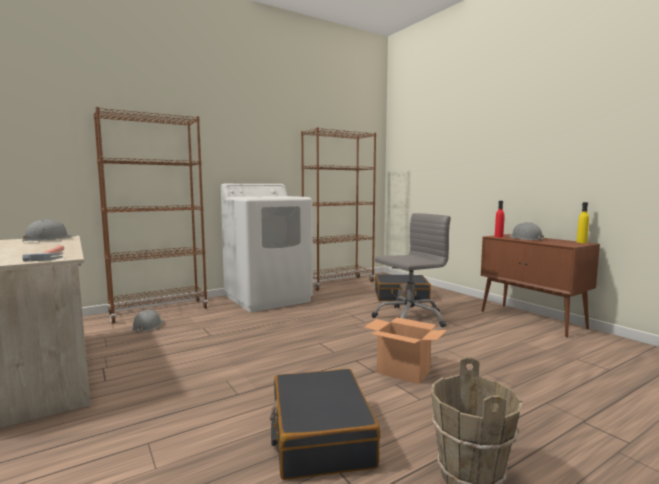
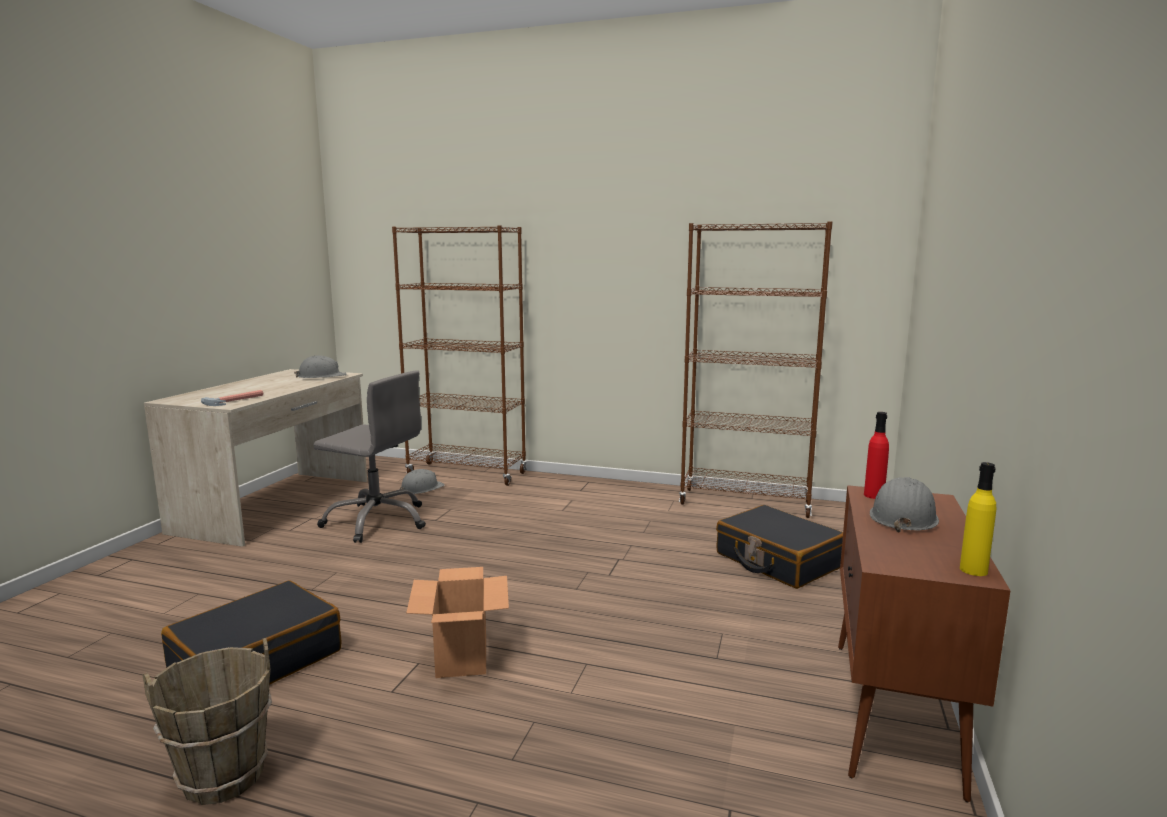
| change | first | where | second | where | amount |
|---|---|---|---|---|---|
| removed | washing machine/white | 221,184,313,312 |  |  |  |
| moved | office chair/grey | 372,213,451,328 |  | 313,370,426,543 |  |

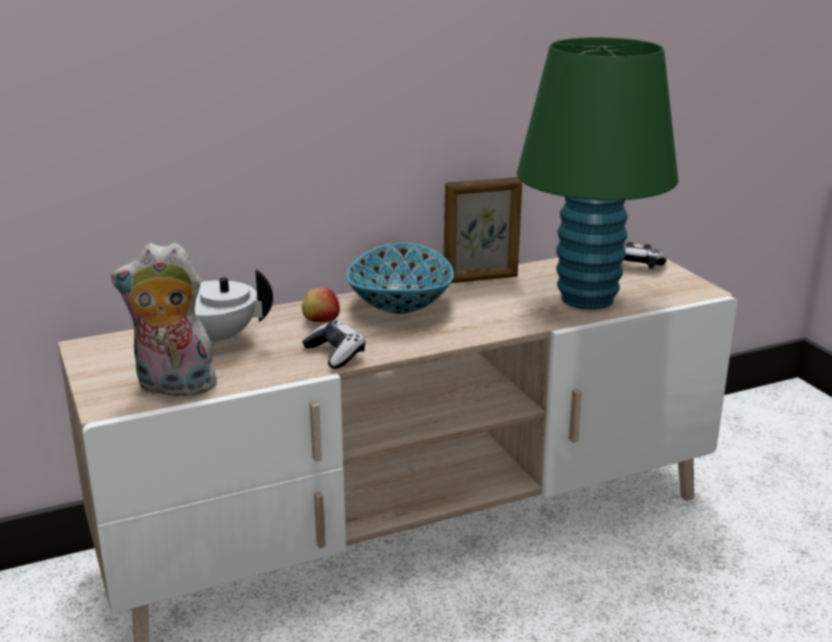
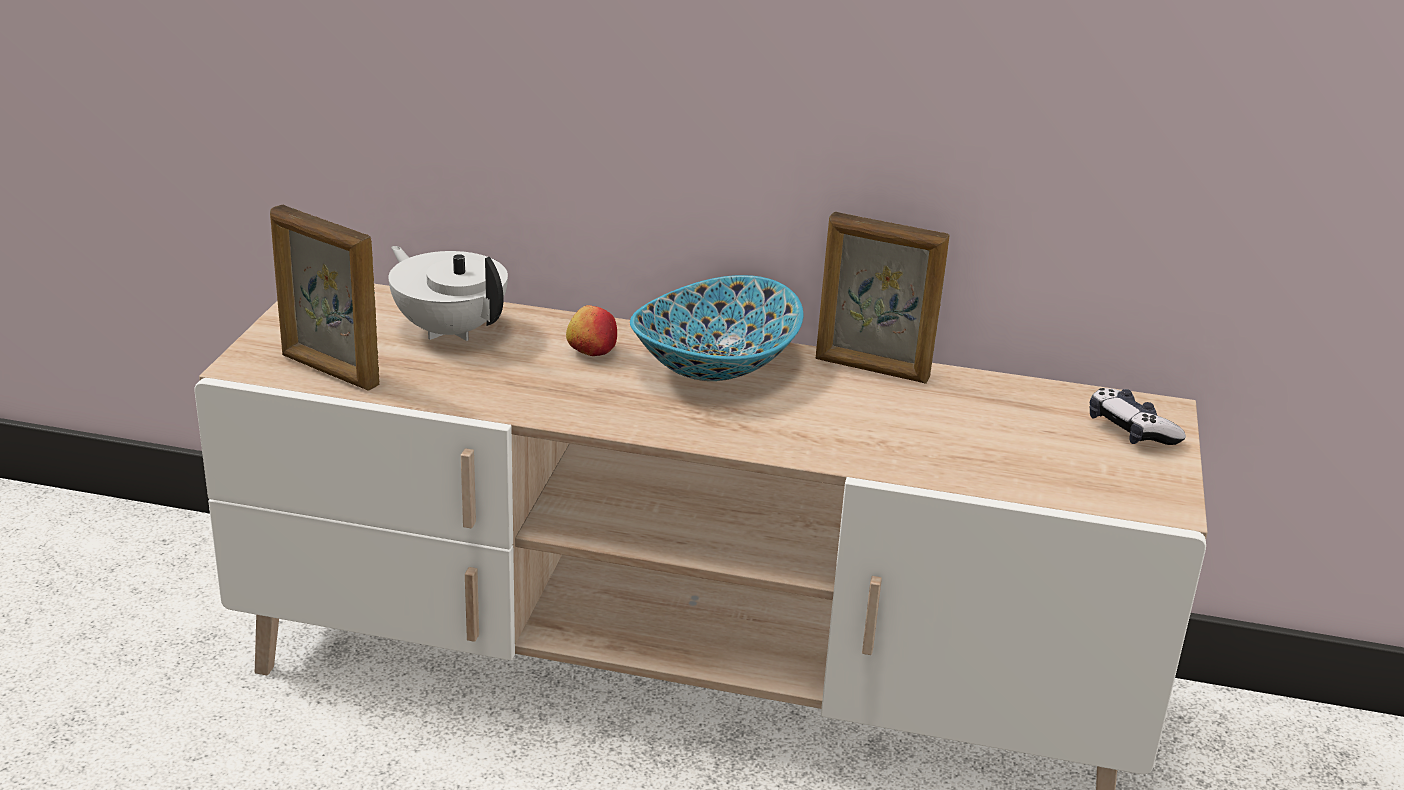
| change | first | where | second | where | amount |
|---|---|---|---|---|---|
| replaced | plush toy | 111,243,220,396 | picture frame | 270,205,379,391 |  |
| removed | game controller | 302,320,365,369 |  |  |  |
| removed | table lamp/green | 517,37,678,310 |  |  |  |

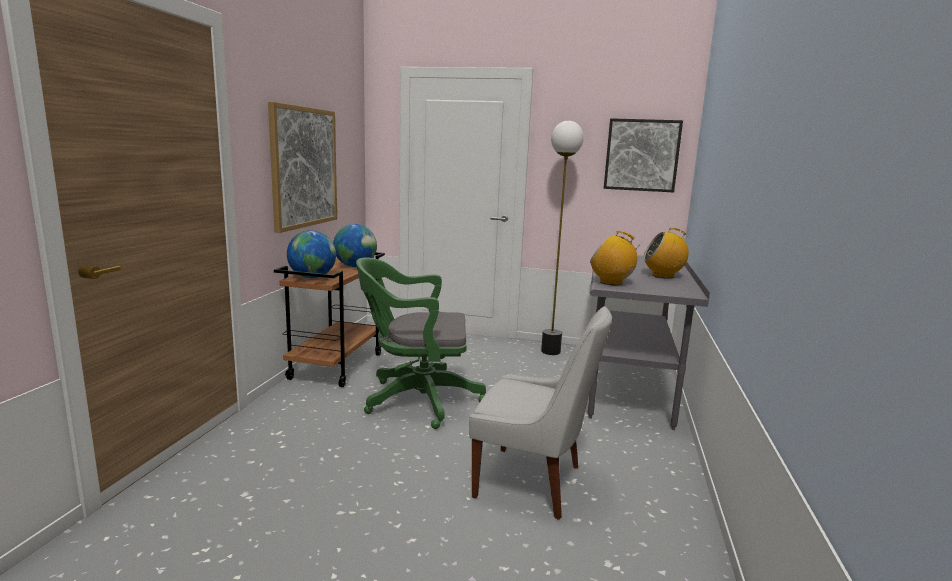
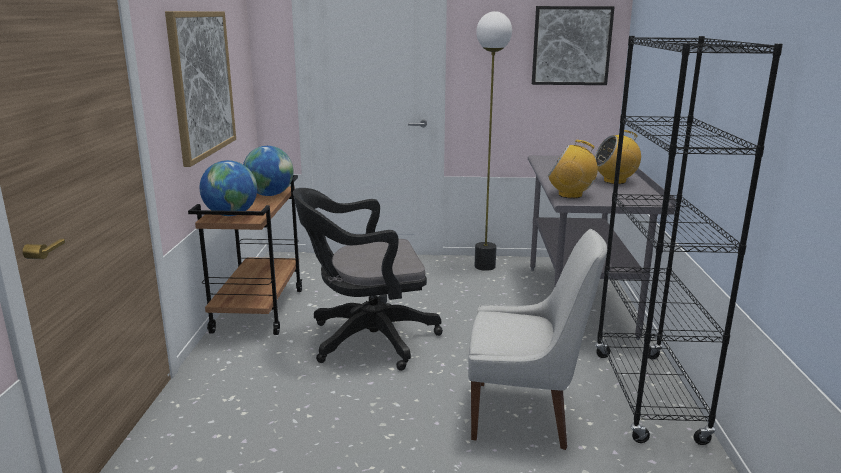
| change | first | where | second | where | amount |
|---|---|---|---|---|---|
| recoloured | office chair/green | 356,257,486,429 | office chair/black | 293,188,443,371 |  |
| added |  |  | bookcase/black | 595,36,783,445 |  |

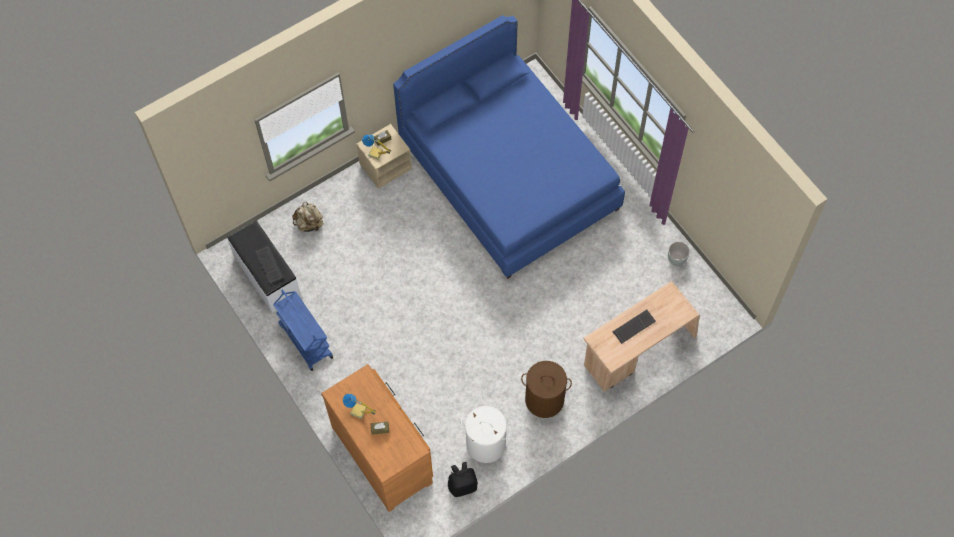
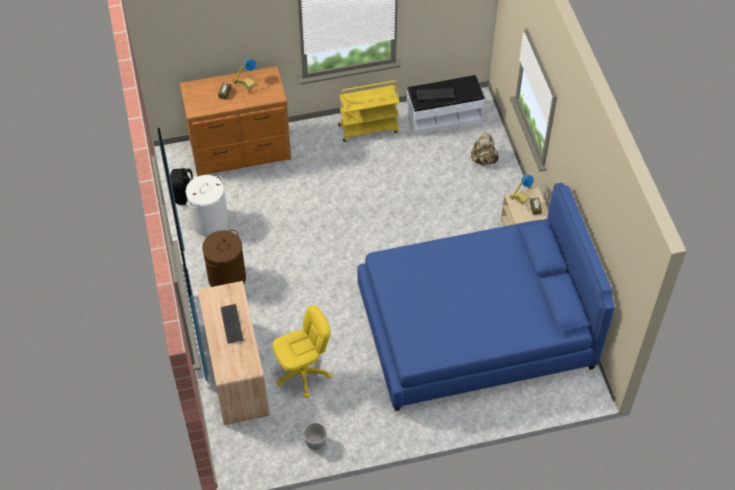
| change | first | where | second | where | amount |
|---|---|---|---|---|---|
| recoloured | cart/blue | 273,289,333,371 | cart/yellow | 338,80,399,142 |  |
| added |  |  | office chair/yellow | 272,305,332,398 |  |

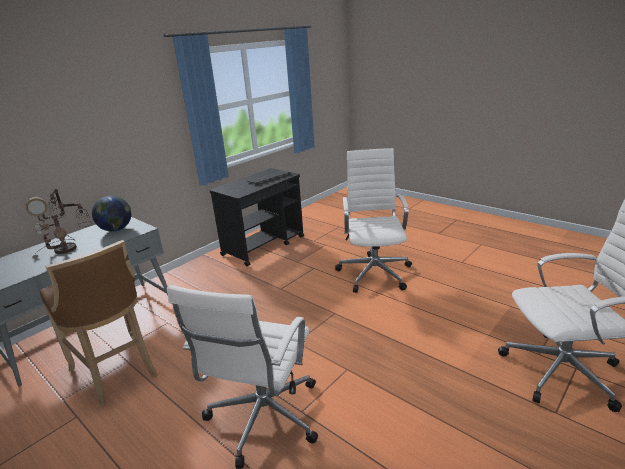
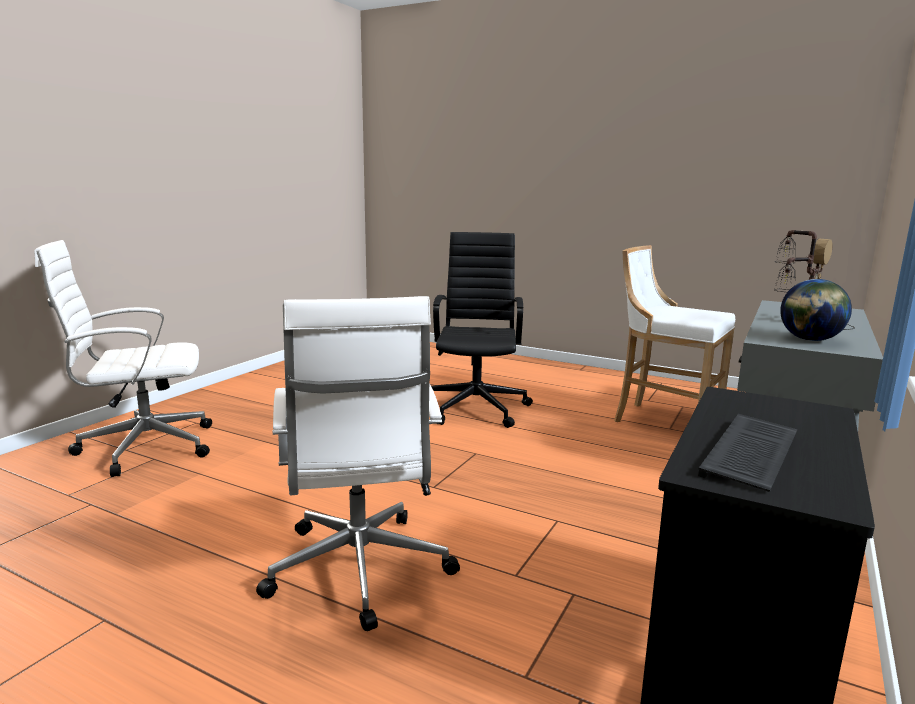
| change | first | where | second | where | amount |
|---|---|---|---|---|---|
| recoloured | stool/brown | 40,240,158,406 | stool/white | 614,245,735,422 |  |
| recoloured | office chair/white | 167,285,318,469 | office chair/black | 431,232,533,428 |  |

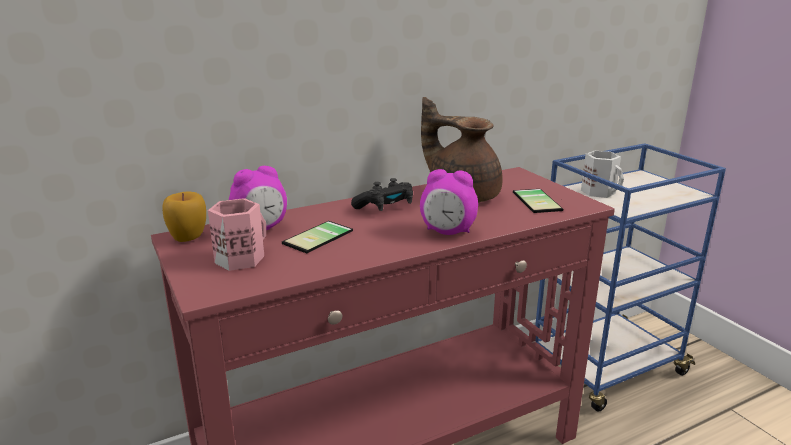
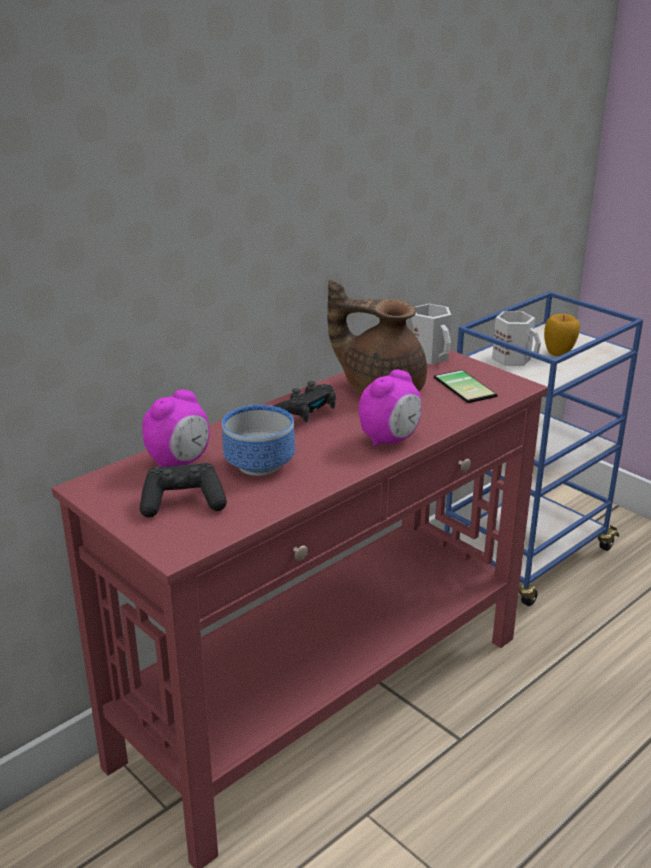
| change | first | where | second | where | amount |
|---|---|---|---|---|---|
| moved | apple | 162,192,206,242 |  | 544,314,580,356 |  |
| replaced | mug/pink | 208,198,266,271 | game controller/black | 140,462,227,518 |  |
| replaced | phone | 282,221,353,254 | bowl | 222,405,295,476 |  |
| turned | alarm clock | 420,169,478,235 |  | 359,370,422,447 | 45 degrees counterclockwise |
| added |  |  | mug/white | 411,304,451,365 |  |

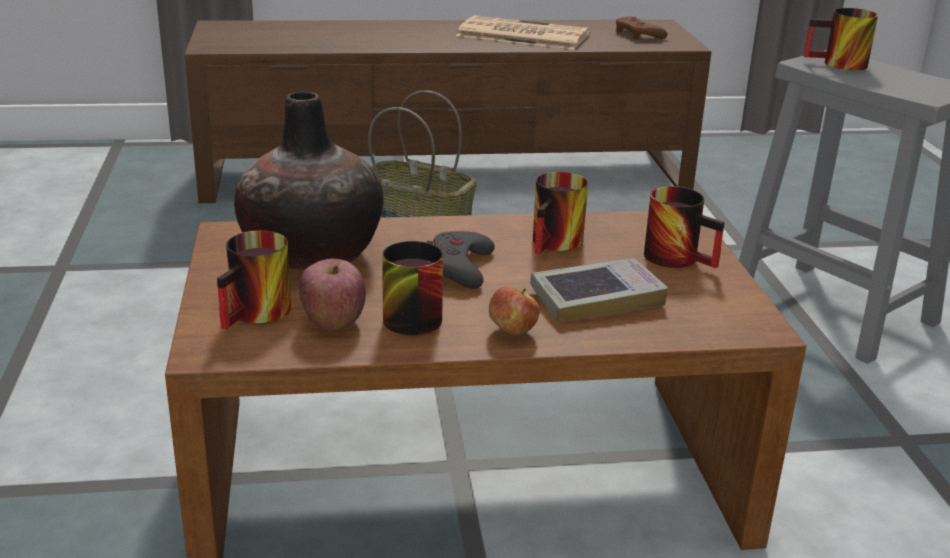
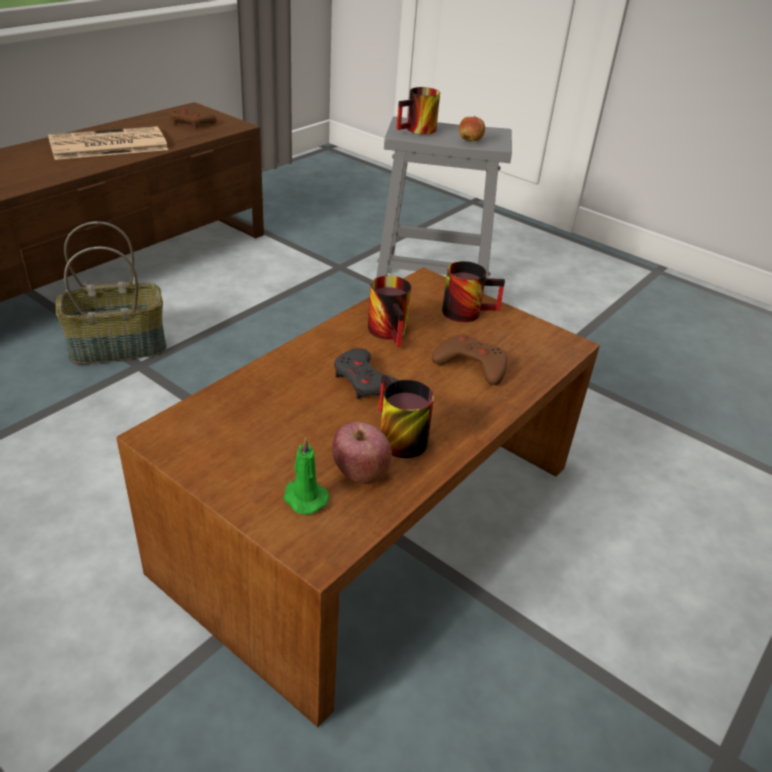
| change | first | where | second | where | amount |
|---|---|---|---|---|---|
| replaced | mug | 217,230,291,329 | candle/green | 283,437,329,514 |  |
| removed | vase | 234,92,383,270 |  |  |  |
| moved | apple | 489,286,539,335 |  | 459,116,485,141 |  |
| replaced | book | 530,258,668,323 | game controller/brown | 432,334,507,385 |  |

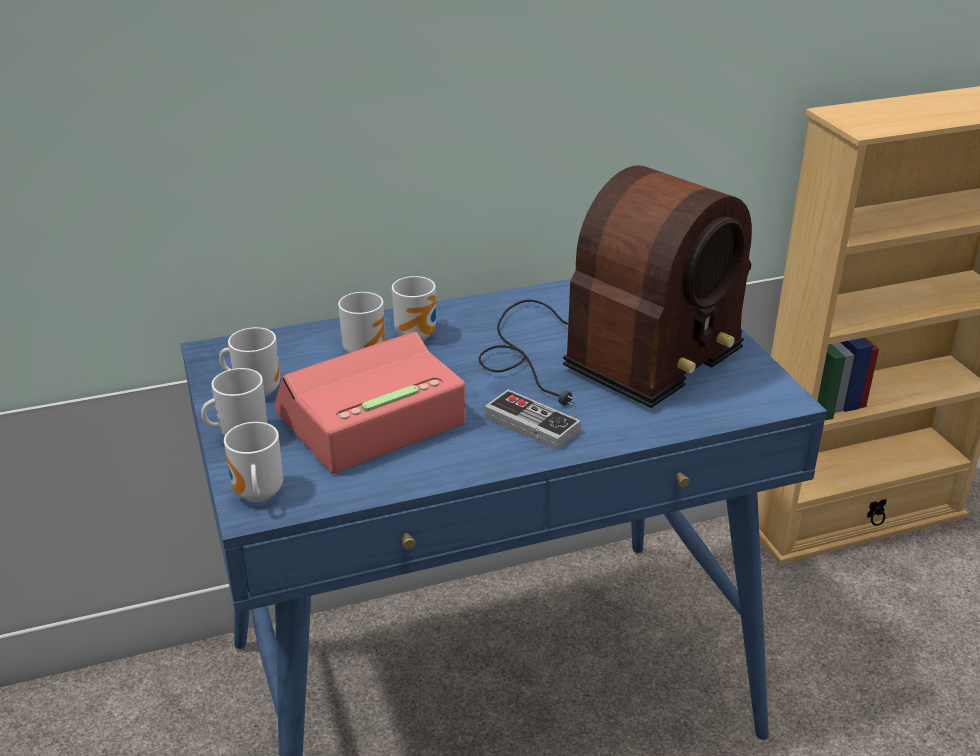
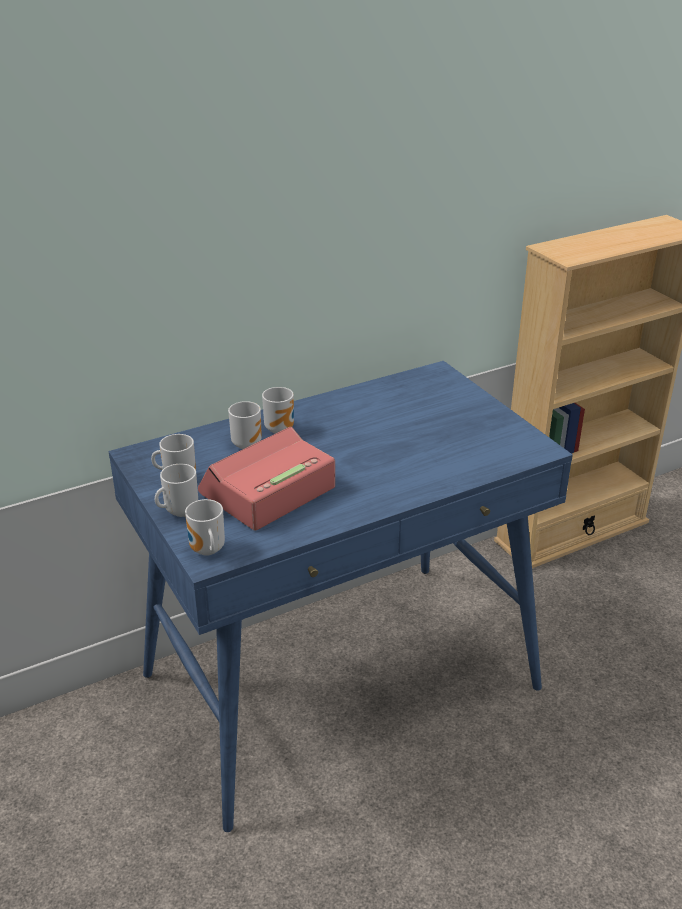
| change | first | where | second | where | amount |
|---|---|---|---|---|---|
| removed | radio | 478,165,752,408 |  |  |  |
| removed | game controller | 485,389,581,450 |  |  |  |

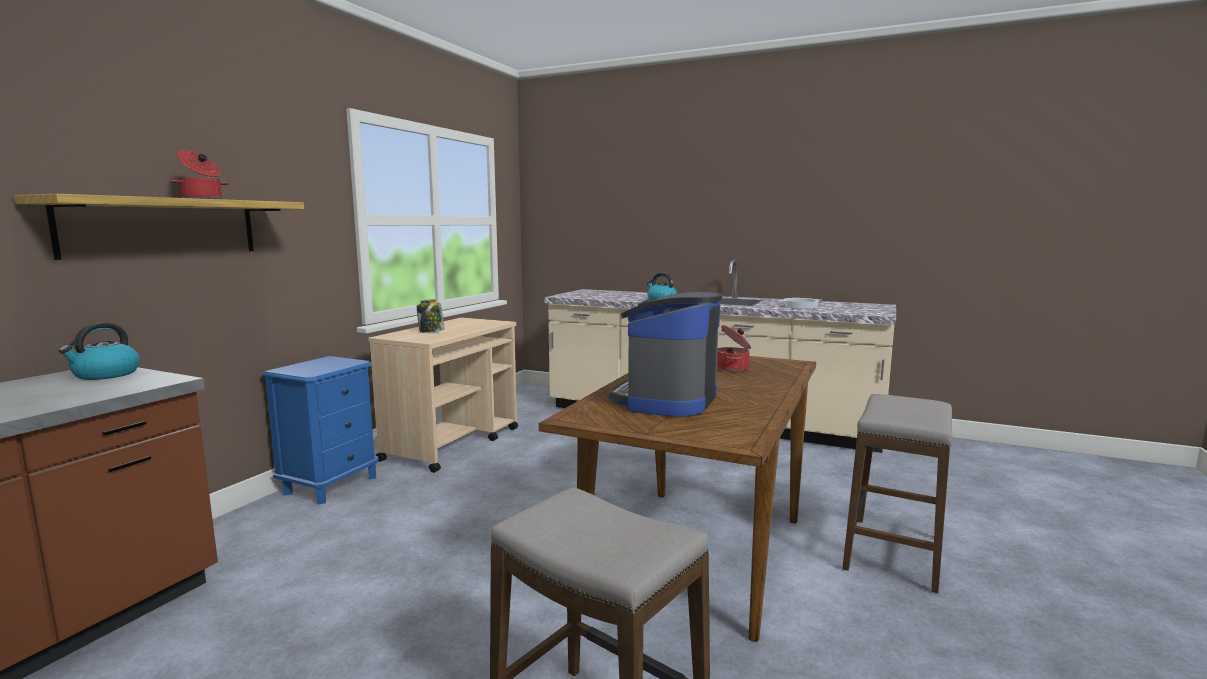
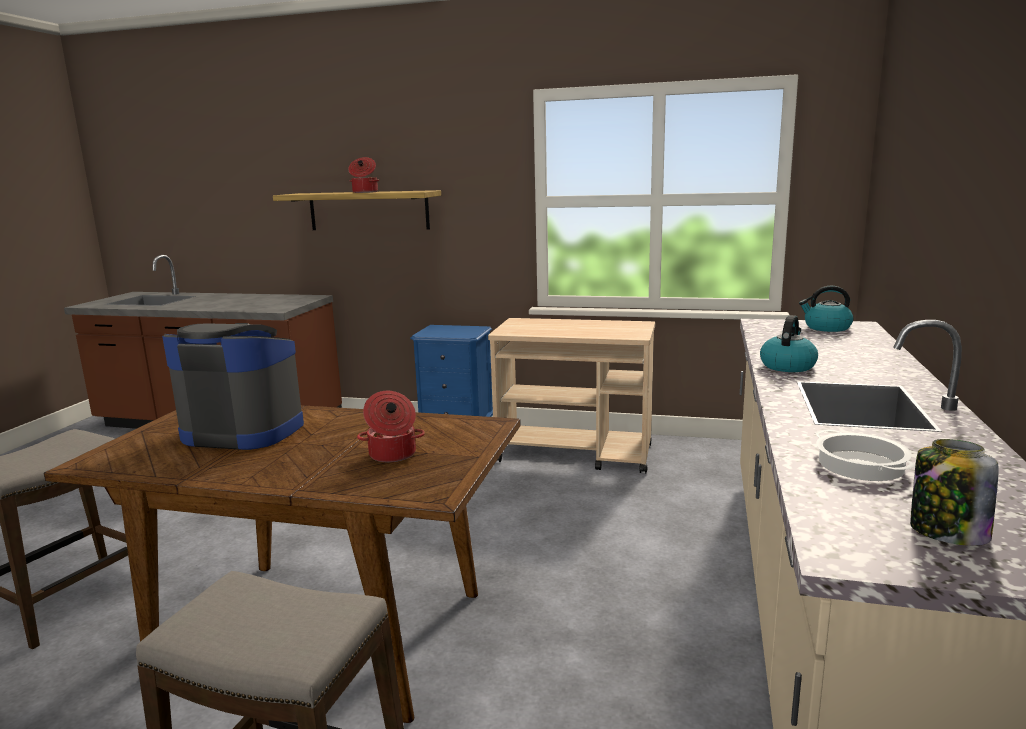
| change | first | where | second | where | amount |
|---|---|---|---|---|---|
| moved | kettle | 59,322,140,380 |  | 799,286,854,332 |  |
| moved | jar | 417,299,444,333 |  | 910,439,999,546 |  |

